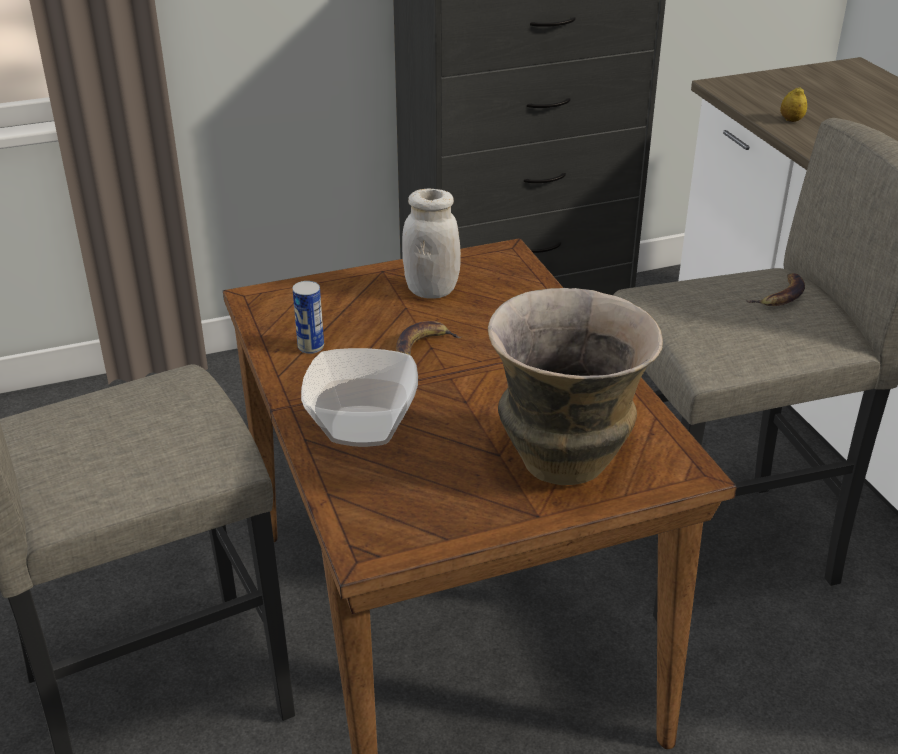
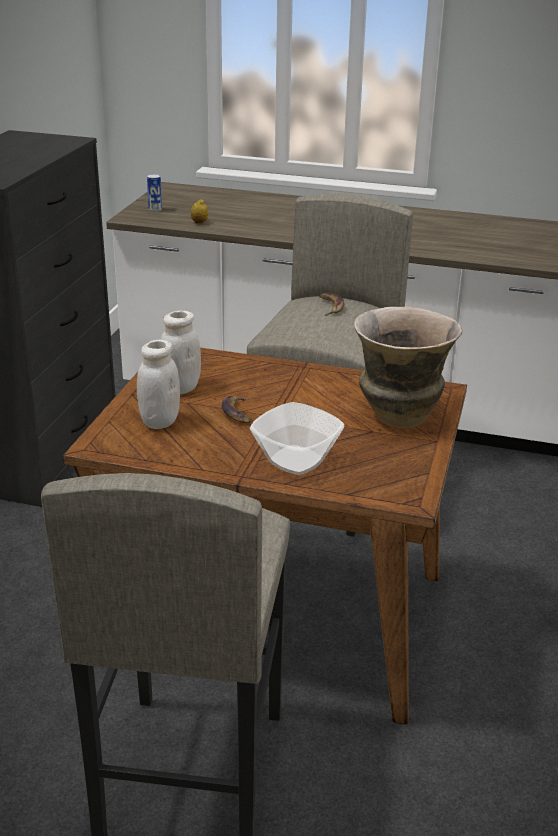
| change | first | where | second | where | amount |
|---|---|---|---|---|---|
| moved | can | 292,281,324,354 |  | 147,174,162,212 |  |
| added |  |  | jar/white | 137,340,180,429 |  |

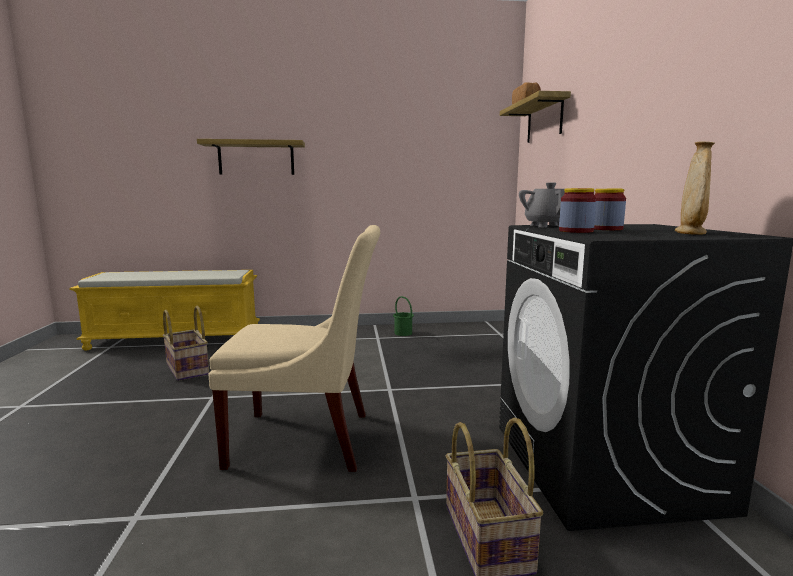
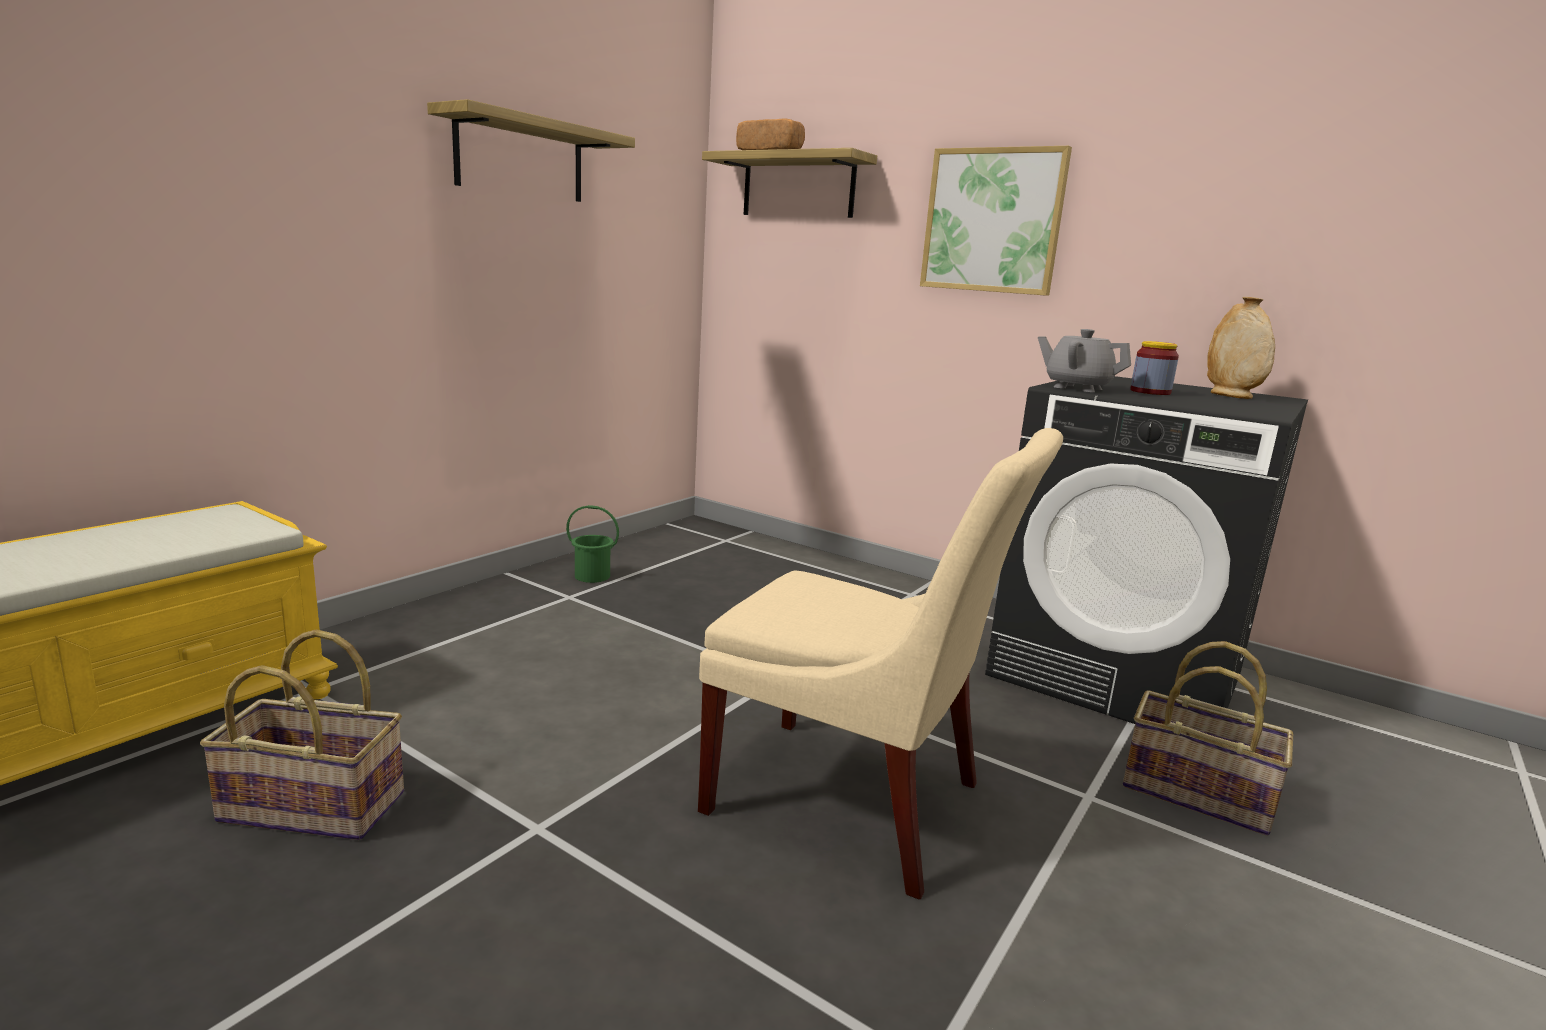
| change | first | where | second | where | amount |
|---|---|---|---|---|---|
| moved | shelf | 197,139,305,175 |  | 427,99,635,202 |  |
| turned | chair/beige | 208,225,380,472 |  | 698,428,1063,899 | 75 degrees clockwise |
| removed | jar | 559,188,597,233 |  |  |  |
| added |  |  | picture | 920,146,1072,296 |  |

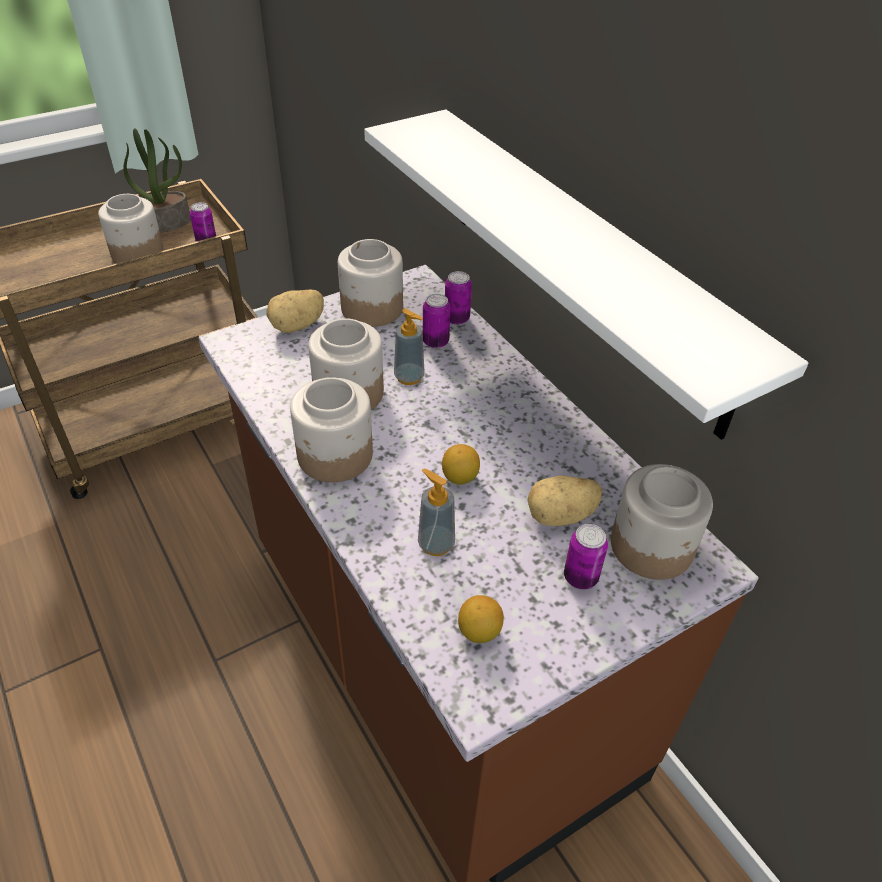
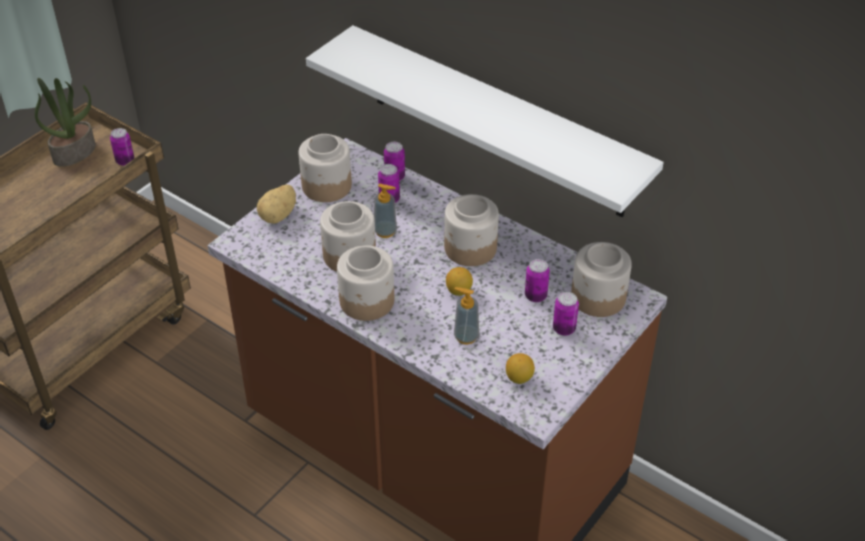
| change | first | where | second | where | amount |
|---|---|---|---|---|---|
| moved | jar | 98,194,164,263 |  | 444,194,499,266 |  |
| replaced | potato | 527,475,602,526 | can | 525,259,550,302 |  |

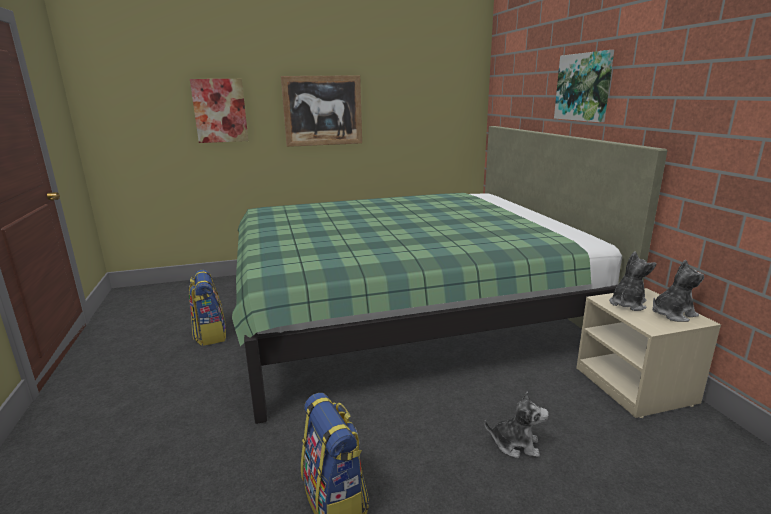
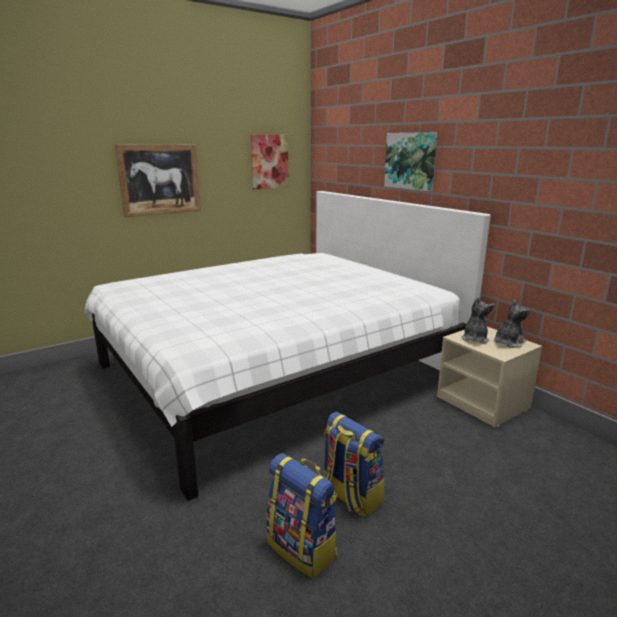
| change | first | where | second | where | amount |
|---|---|---|---|---|---|
| moved | backpack | 189,270,226,346 |  | 324,412,385,517 |  |
| moved | picture | 190,79,249,143 |  | 250,135,289,190 |  |
| recoloured | bed/green | 232,126,667,424 | bed/white | 84,191,491,501 |  |
| removed | plush toy | 484,391,549,458 |  |  |  |

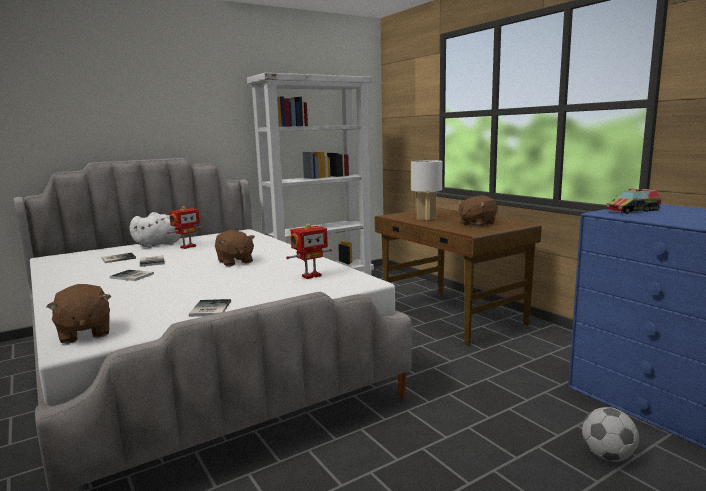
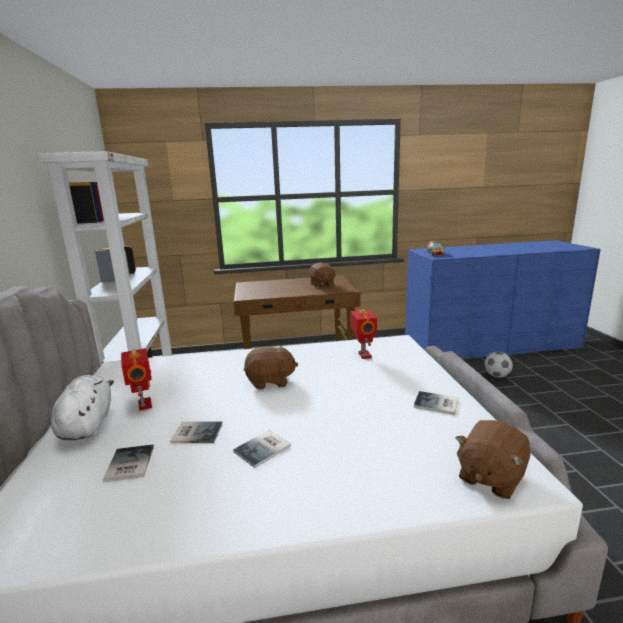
| change | first | where | second | where | amount |
|---|---|---|---|---|---|
| turned | plush toy/brown | 46,284,111,344 |  | 455,420,531,499 | 135 degrees clockwise |
| removed | table lamp/white | 411,160,442,221 |  |  |  |

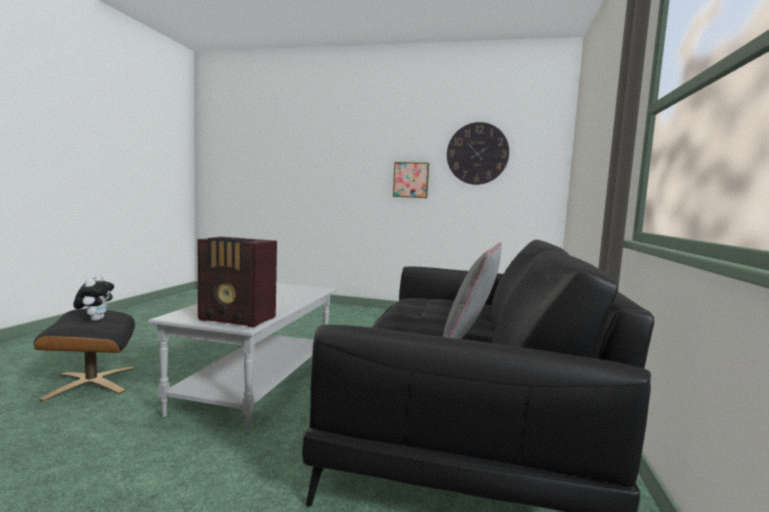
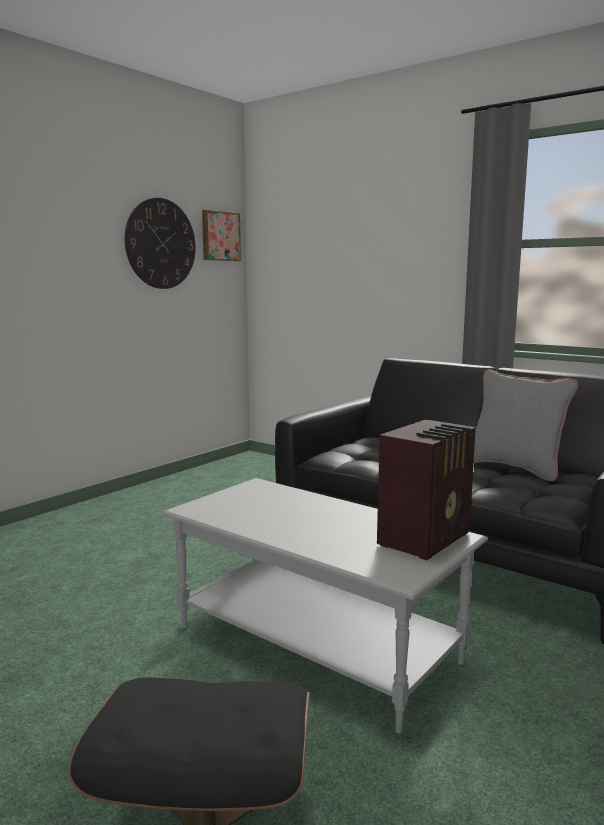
| change | first | where | second | where | amount |
|---|---|---|---|---|---|
| removed | plush toy | 73,276,114,321 |  |  |  |
| moved | picture | 393,162,429,198 |  | 202,210,241,261 |  |

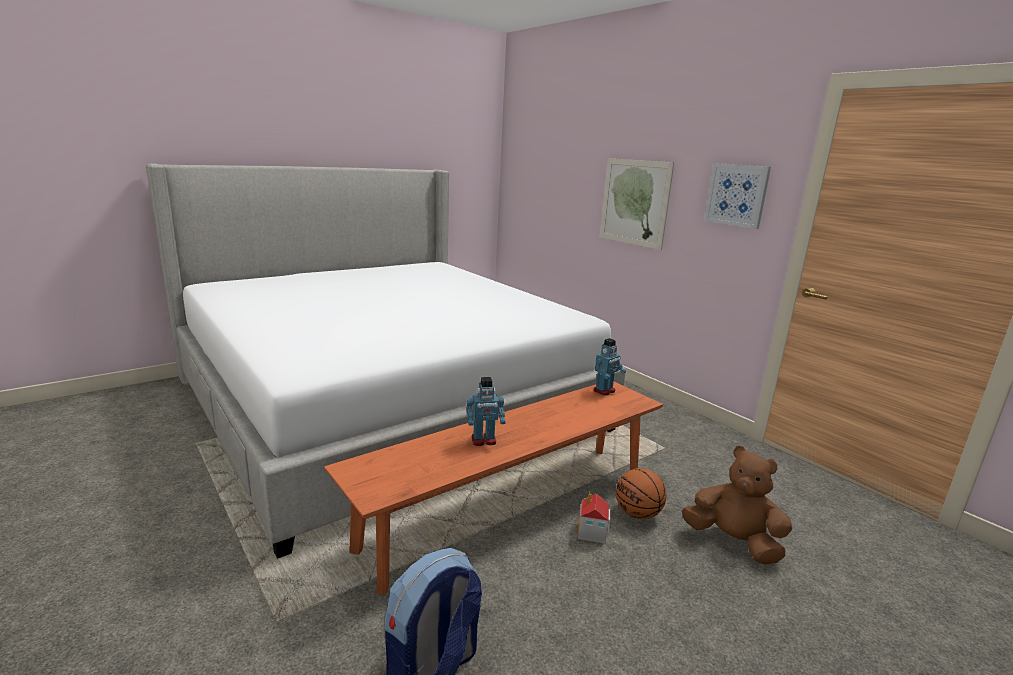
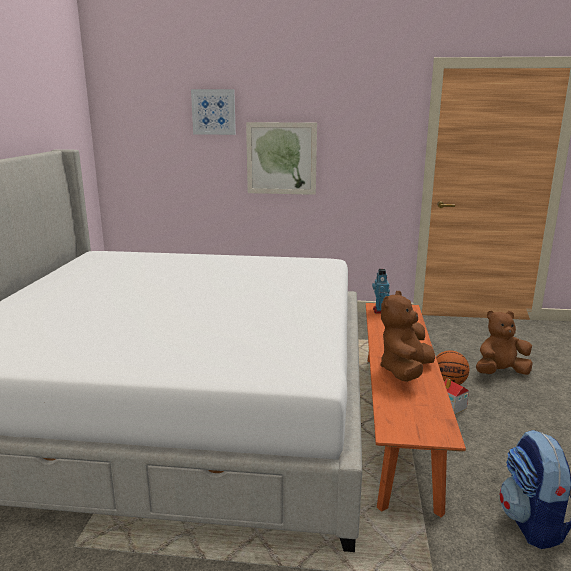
| change | first | where | second | where | amount |
|---|---|---|---|---|---|
| replaced | toy robot | 467,377,506,446 | plush toy/brown | 380,291,435,382 |  |
| moved | picture | 704,163,771,229 |  | 191,89,236,135 |  |

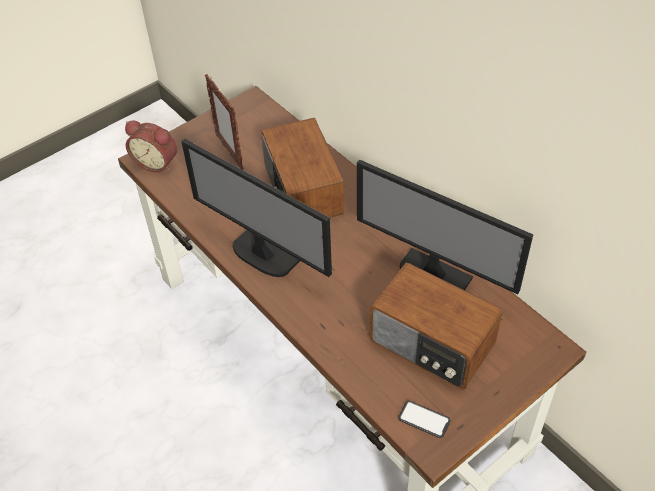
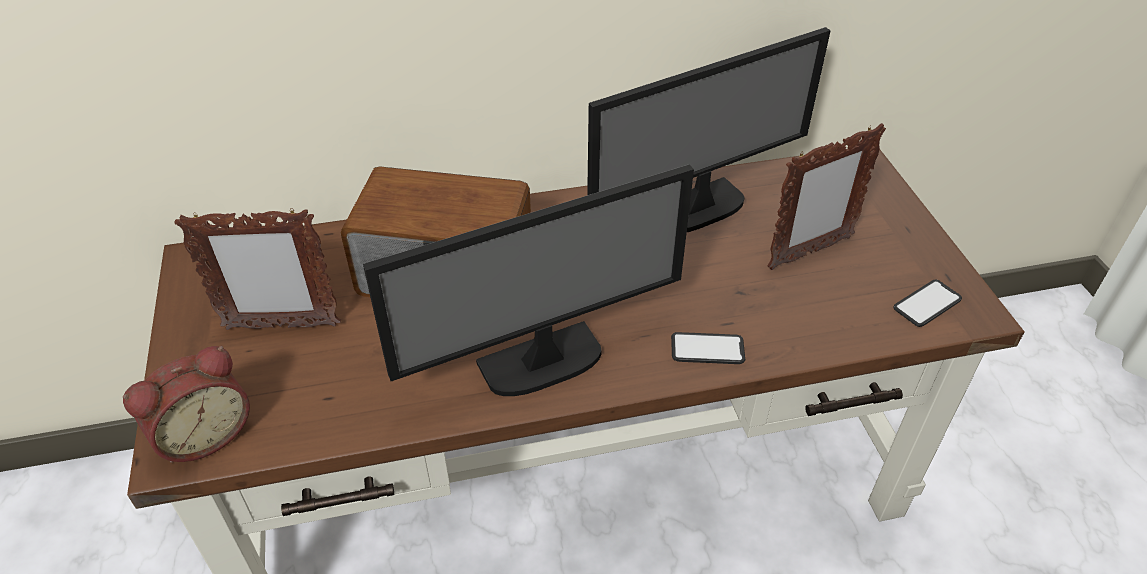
| change | first | where | second | where | amount |
|---|---|---|---|---|---|
| replaced | radio | 369,263,502,390 | picture frame | 767,123,886,270 |  |
| added |  |  | phone | 671,332,745,364 |  |

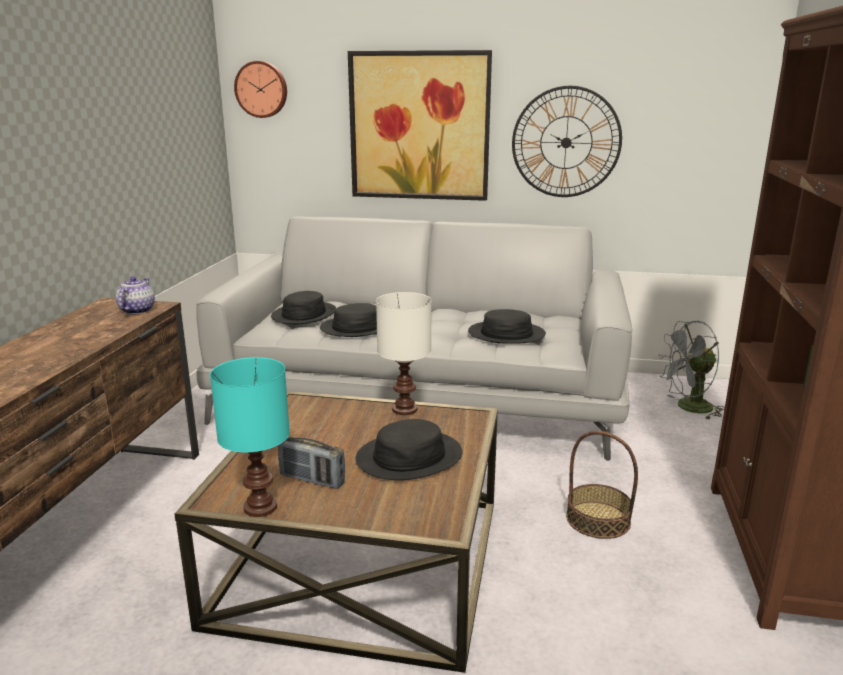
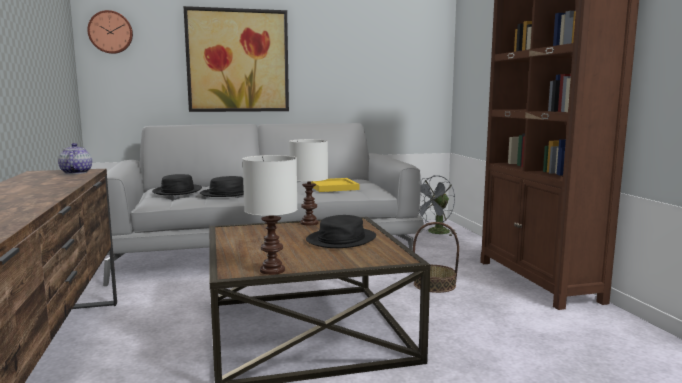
| change | first | where | second | where | amount |
|---|---|---|---|---|---|
| recoloured | table lamp/turquoise | 210,357,290,517 | table lamp/white | 242,155,297,275 |  |
| removed | radio | 278,436,345,489 |  |  |  |
| replaced | hat/black | 468,309,546,344 | tray/yellow | 311,178,359,192 |  |
| removed | wall clock | 512,86,622,197 |  |  |  |

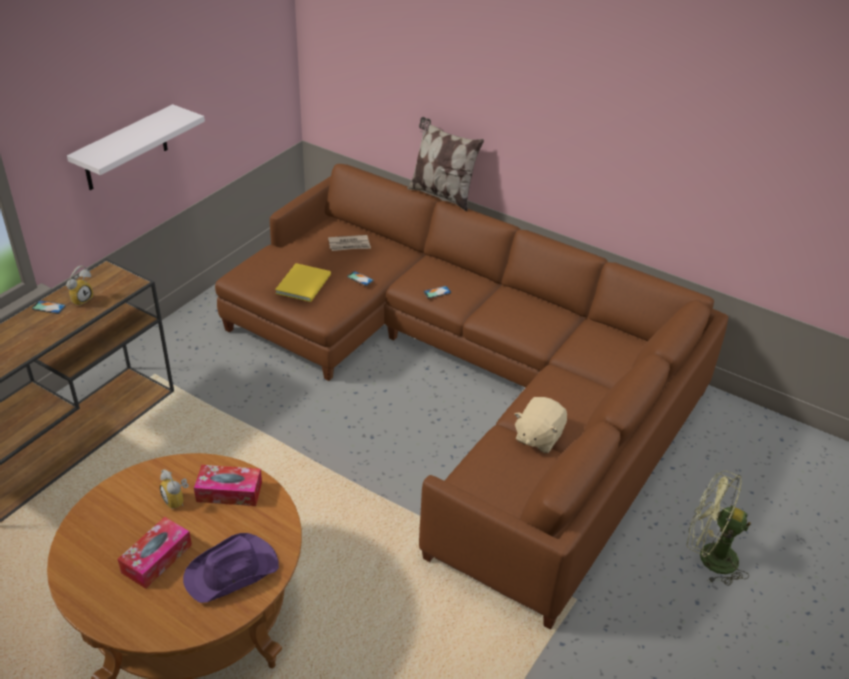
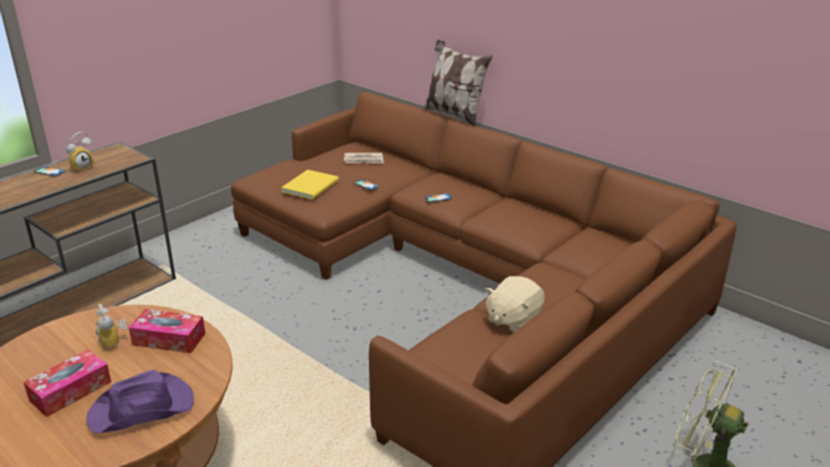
| change | first | where | second | where | amount |
|---|---|---|---|---|---|
| removed | shelf/white | 67,104,205,190 |  |  |  |

